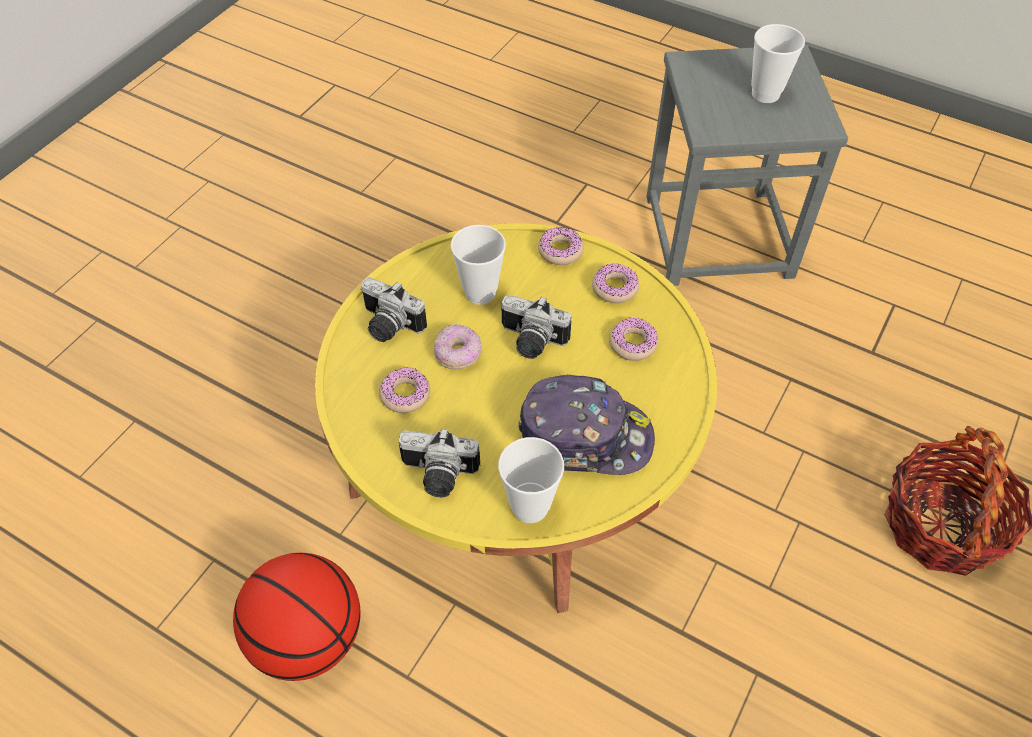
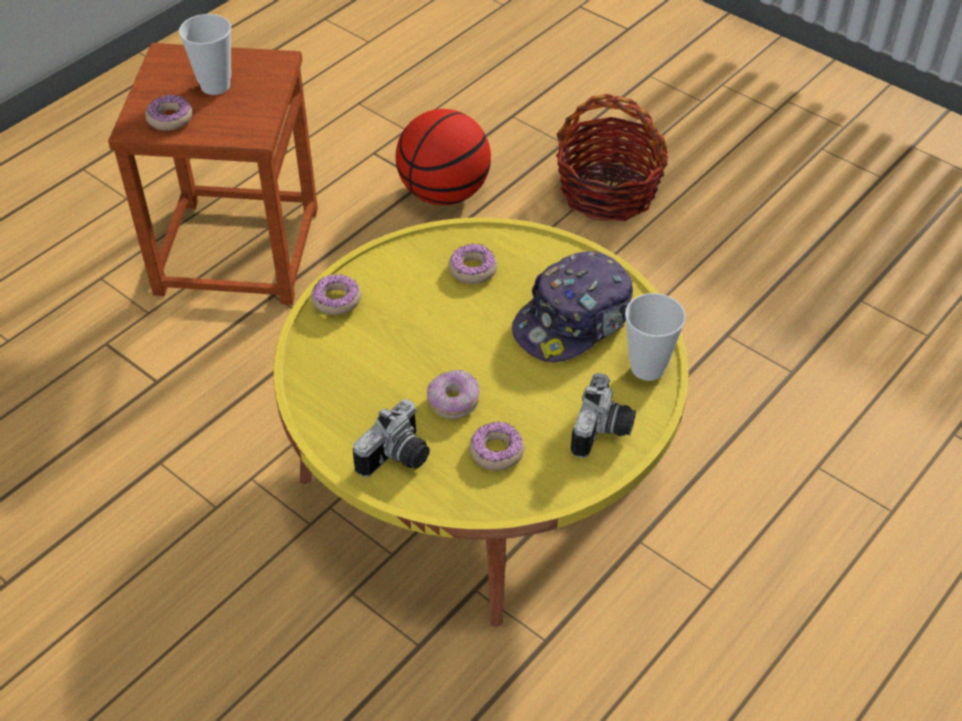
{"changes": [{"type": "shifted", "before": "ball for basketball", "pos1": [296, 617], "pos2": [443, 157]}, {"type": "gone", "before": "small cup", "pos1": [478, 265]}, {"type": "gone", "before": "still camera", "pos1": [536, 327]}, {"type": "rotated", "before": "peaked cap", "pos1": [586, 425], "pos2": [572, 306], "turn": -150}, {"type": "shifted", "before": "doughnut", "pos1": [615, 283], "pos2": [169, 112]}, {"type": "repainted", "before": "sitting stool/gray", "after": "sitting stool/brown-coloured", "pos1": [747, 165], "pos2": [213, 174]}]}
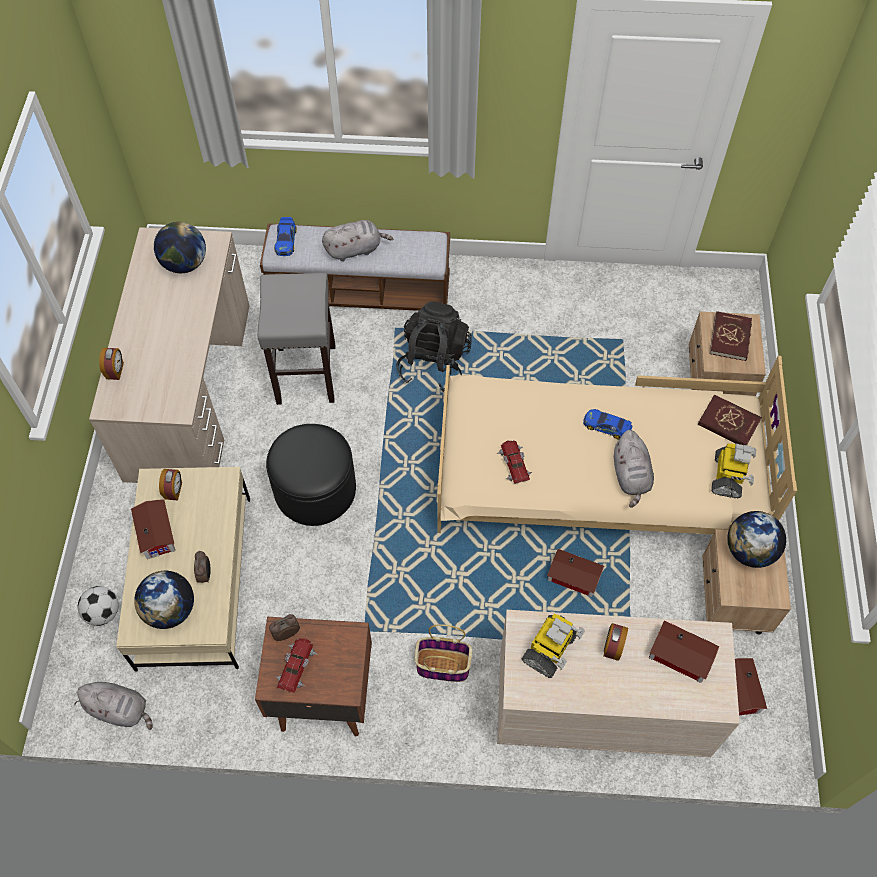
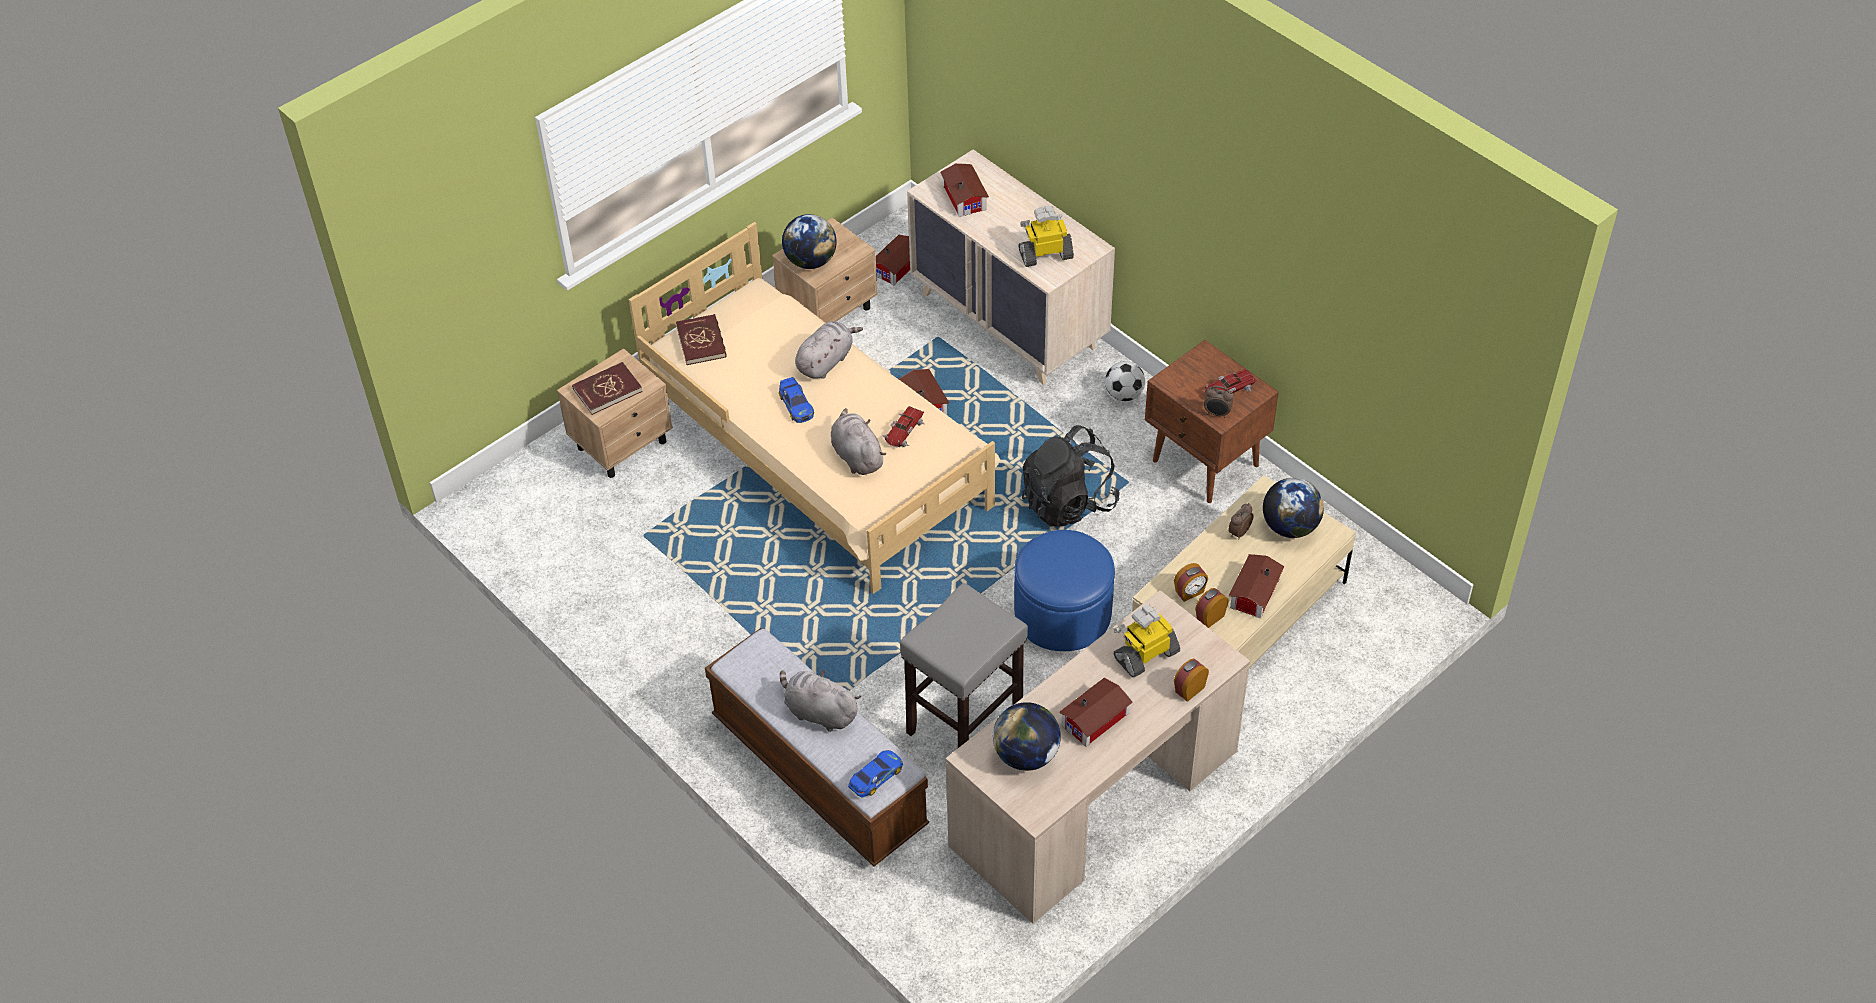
{"changes": [{"type": "shifted", "before": "plush toy/gray", "pos1": [113, 706], "pos2": [858, 441]}, {"type": "shifted", "before": "football", "pos1": [98, 606], "pos2": [1125, 381]}, {"type": "repainted", "before": "ottoman/black", "after": "ottoman/blue-coloured", "pos1": [311, 475], "pos2": [1064, 590]}, {"type": "shifted", "before": "backpack/black", "pos1": [434, 346], "pos2": [1071, 475]}, {"type": "gone", "before": "basket", "pos1": [443, 653]}, {"type": "shifted", "before": "alarm clock", "pos1": [616, 642], "pos2": [1191, 582]}, {"type": "shifted", "before": "robot figure", "pos1": [733, 471], "pos2": [1146, 641]}, {"type": "new", "after": "model house", "pos2": [1096, 712]}]}
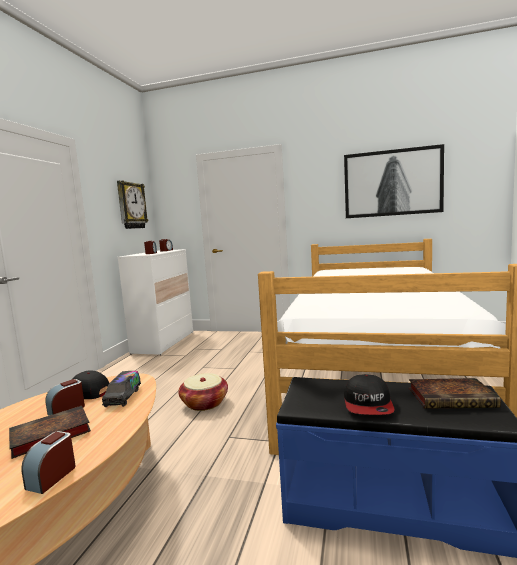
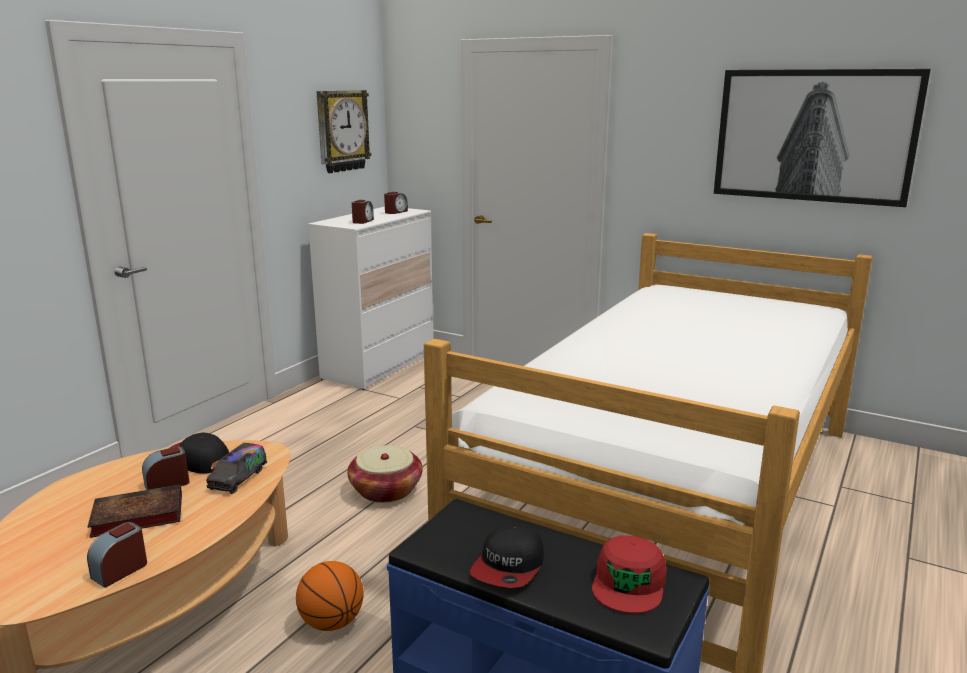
{"changes": [{"type": "swapped", "before": "book", "after": "peaked cap/red-coloured", "pos1": [455, 393], "pos2": [629, 574]}, {"type": "new", "after": "ball for basketball", "pos2": [330, 596]}]}
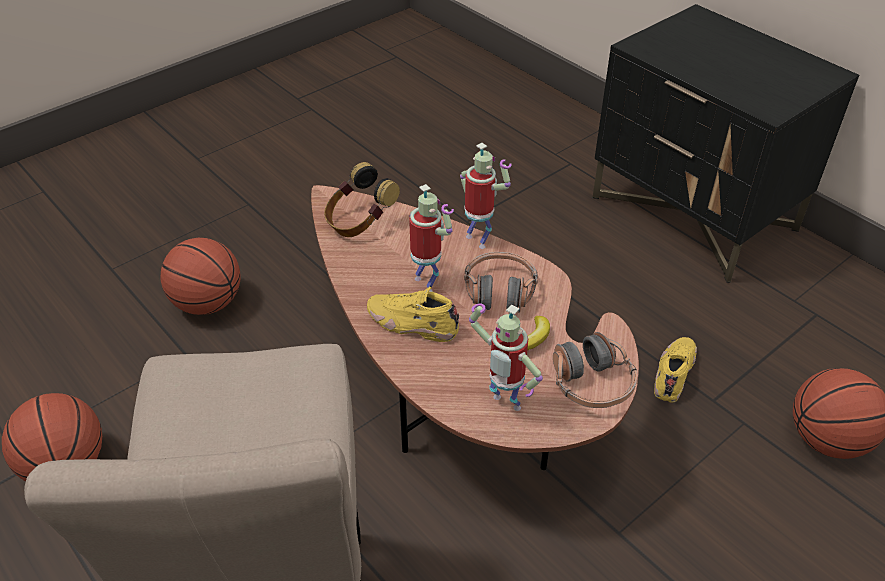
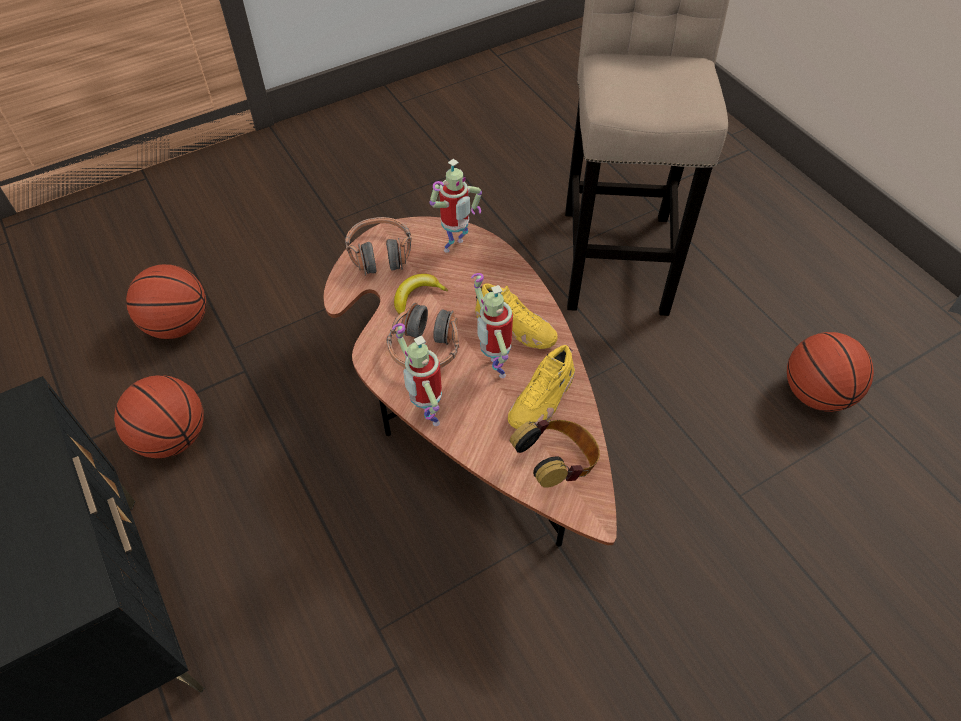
{"changes": [{"type": "shifted", "before": "ball for basketball", "pos1": [201, 276], "pos2": [159, 416]}, {"type": "rotated", "before": "robot figure", "pos1": [506, 357], "pos2": [455, 206], "turn": 90}, {"type": "shifted", "before": "low shoe/yellow", "pos1": [675, 370], "pos2": [541, 387]}]}
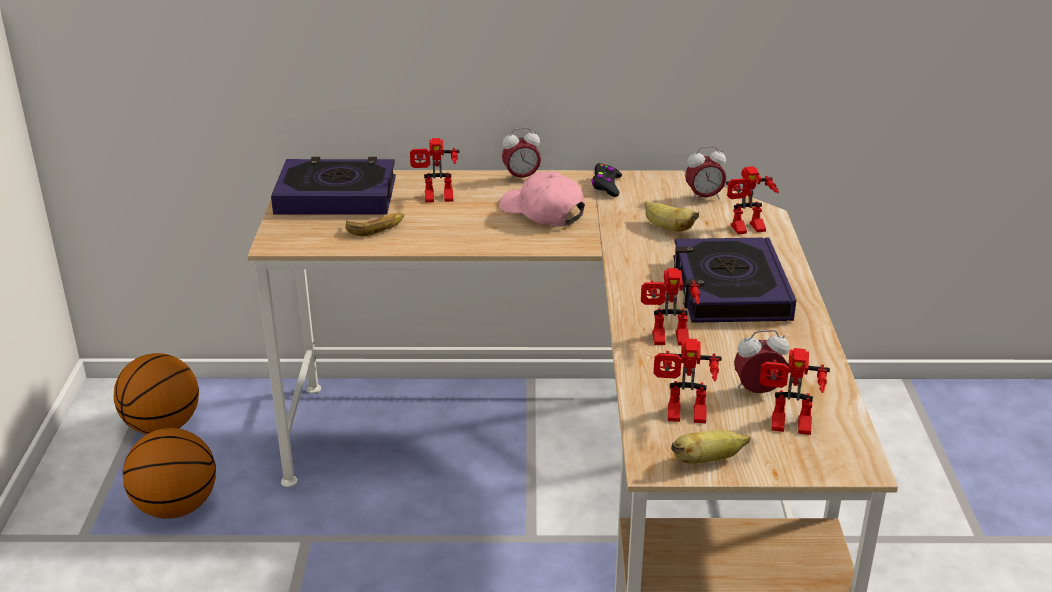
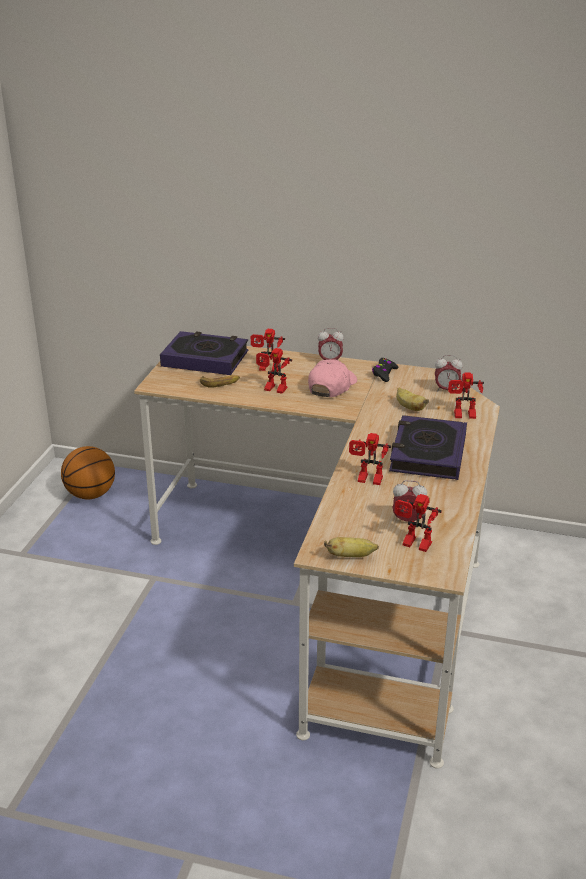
{"changes": [{"type": "gone", "before": "ball for basketball", "pos1": [169, 473]}, {"type": "rotated", "before": "peaked cap/pink", "pos1": [542, 199], "pos2": [332, 378], "turn": 60}, {"type": "shifted", "before": "robot figure", "pos1": [687, 381], "pos2": [274, 371]}]}
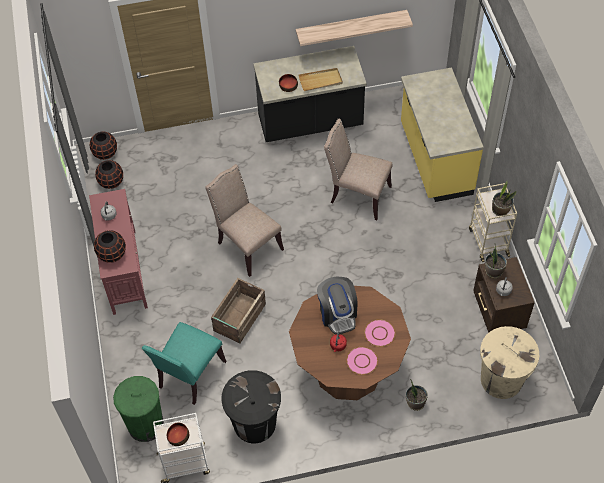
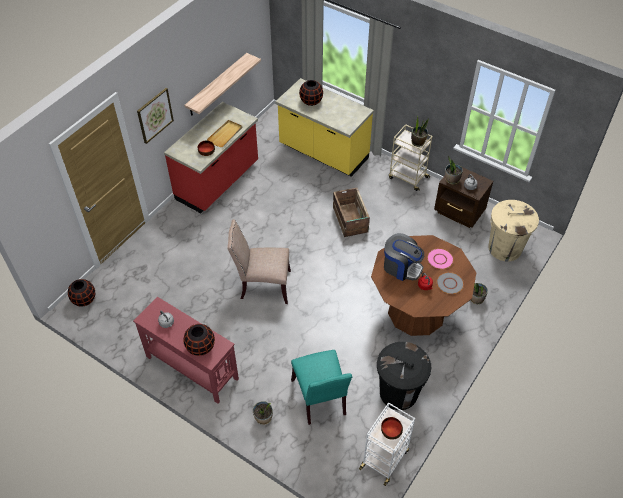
{"changes": [{"type": "shifted", "before": "flower vase/black", "pos1": [109, 174], "pos2": [311, 93]}, {"type": "gone", "before": "trash can/green", "pos1": [138, 409]}, {"type": "shifted", "before": "crate", "pos1": [238, 310], "pos2": [351, 212]}, {"type": "repainted", "before": "kitchen counter/black", "after": "kitchen counter/red-coloured", "pos1": [310, 94], "pos2": [211, 157]}, {"type": "gone", "before": "chair/beige-coloured", "pos1": [358, 169]}, {"type": "repainted", "before": "flat dish/pink", "after": "flat dish/gray", "pos1": [362, 361], "pos2": [450, 283]}, {"type": "new", "after": "picture", "pos2": [155, 116]}, {"type": "new", "after": "houseplant", "pos2": [263, 413]}]}
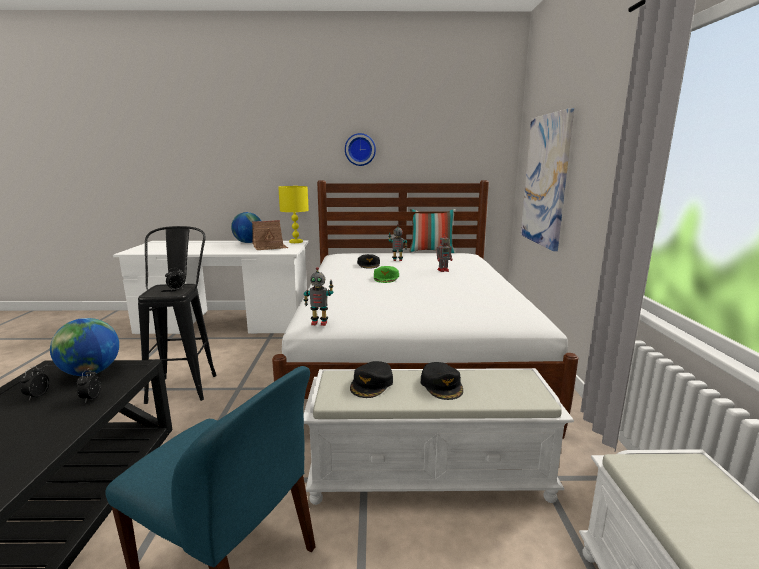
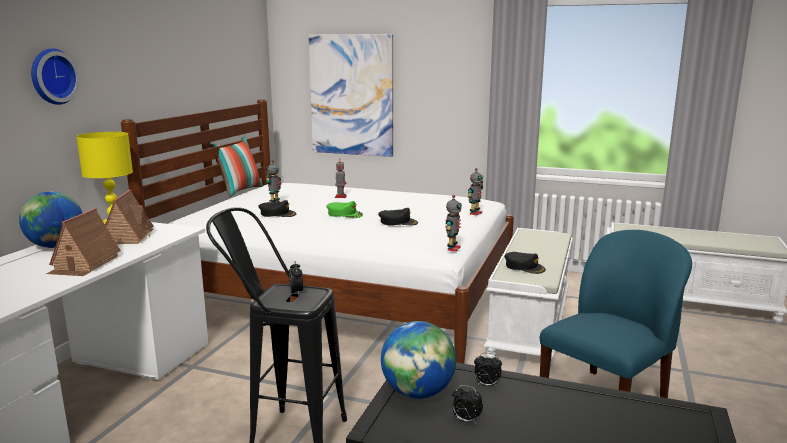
{"changes": [{"type": "shifted", "before": "clock on the wall", "pos1": [360, 149], "pos2": [55, 76]}, {"type": "shifted", "before": "peaked cap/black", "pos1": [442, 381], "pos2": [398, 217]}, {"type": "new", "after": "model house", "pos2": [84, 242]}, {"type": "new", "after": "robot figure", "pos2": [475, 191]}]}
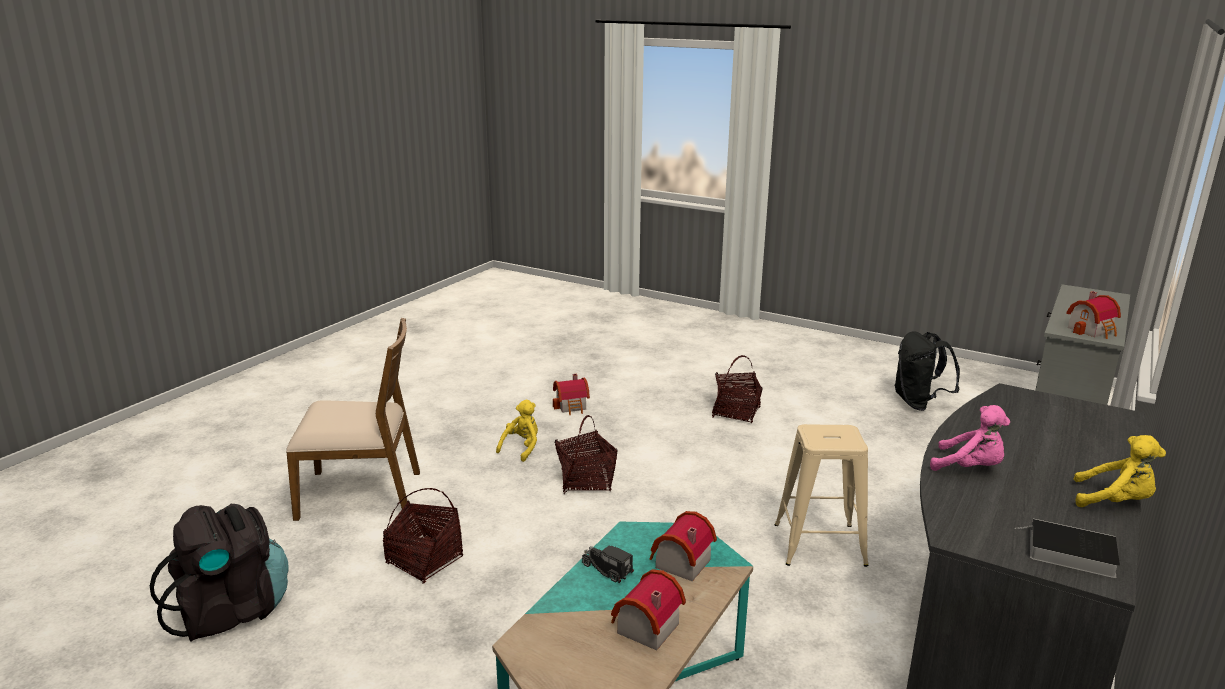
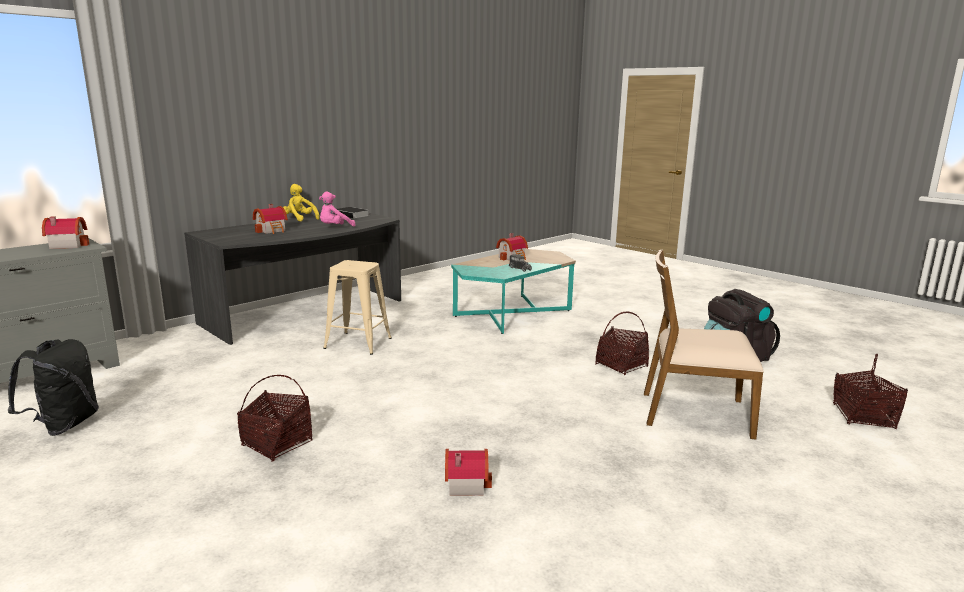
{"changes": [{"type": "gone", "before": "plush toy/yellow", "pos1": [517, 431]}, {"type": "shifted", "before": "basket", "pos1": [586, 454], "pos2": [870, 391]}, {"type": "shifted", "before": "model house", "pos1": [683, 546], "pos2": [270, 219]}, {"type": "rotated", "before": "plush toy/pink", "pos1": [970, 438], "pos2": [337, 209], "turn": -90}]}
